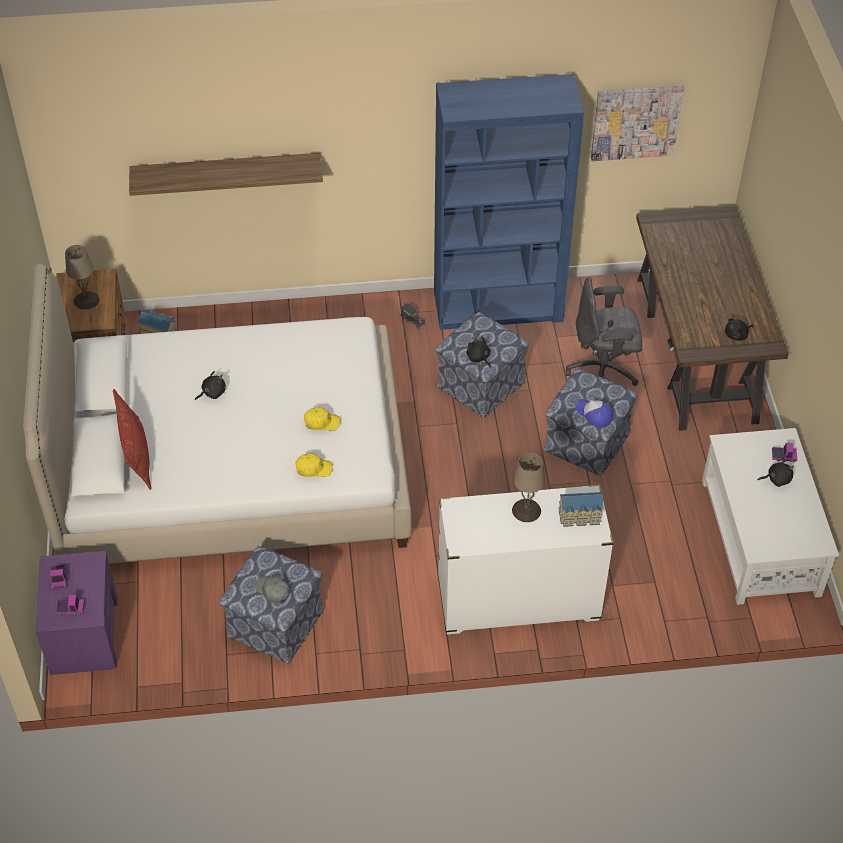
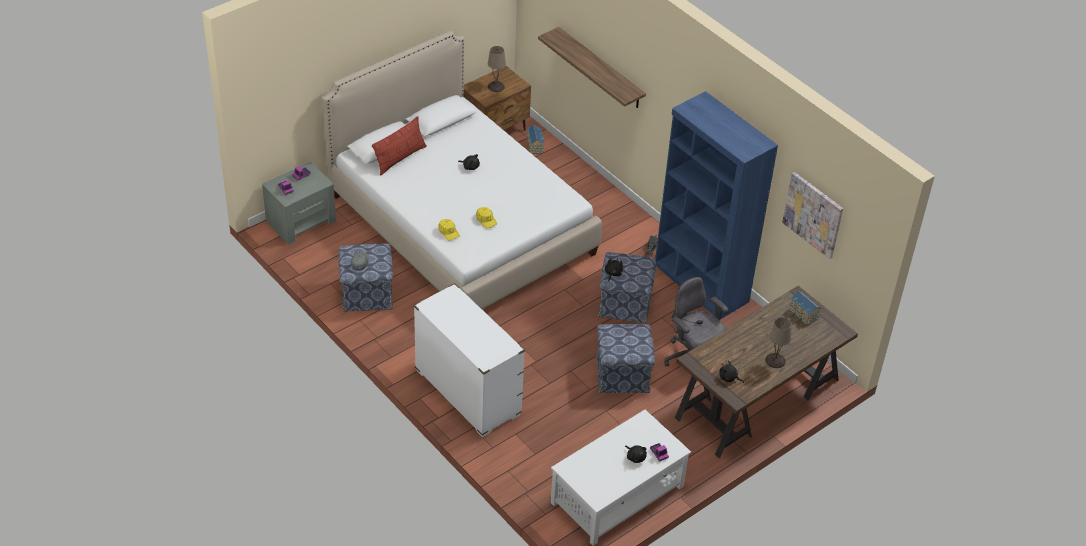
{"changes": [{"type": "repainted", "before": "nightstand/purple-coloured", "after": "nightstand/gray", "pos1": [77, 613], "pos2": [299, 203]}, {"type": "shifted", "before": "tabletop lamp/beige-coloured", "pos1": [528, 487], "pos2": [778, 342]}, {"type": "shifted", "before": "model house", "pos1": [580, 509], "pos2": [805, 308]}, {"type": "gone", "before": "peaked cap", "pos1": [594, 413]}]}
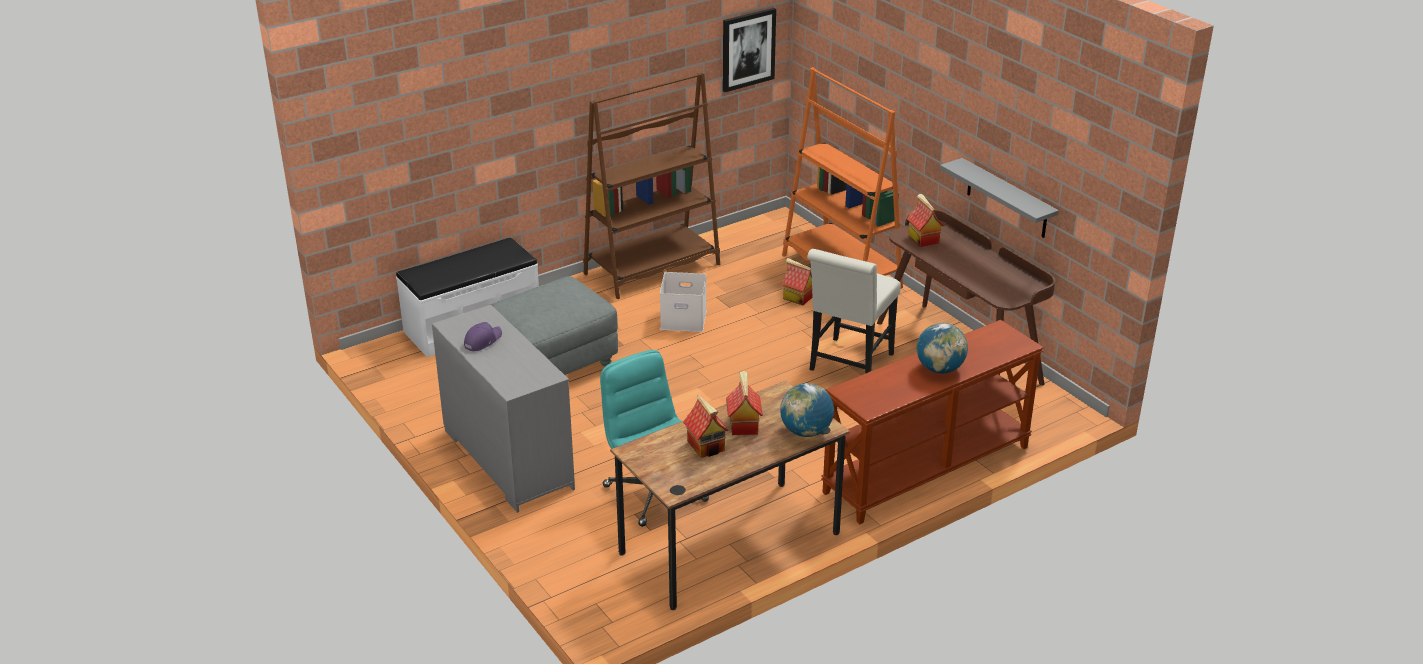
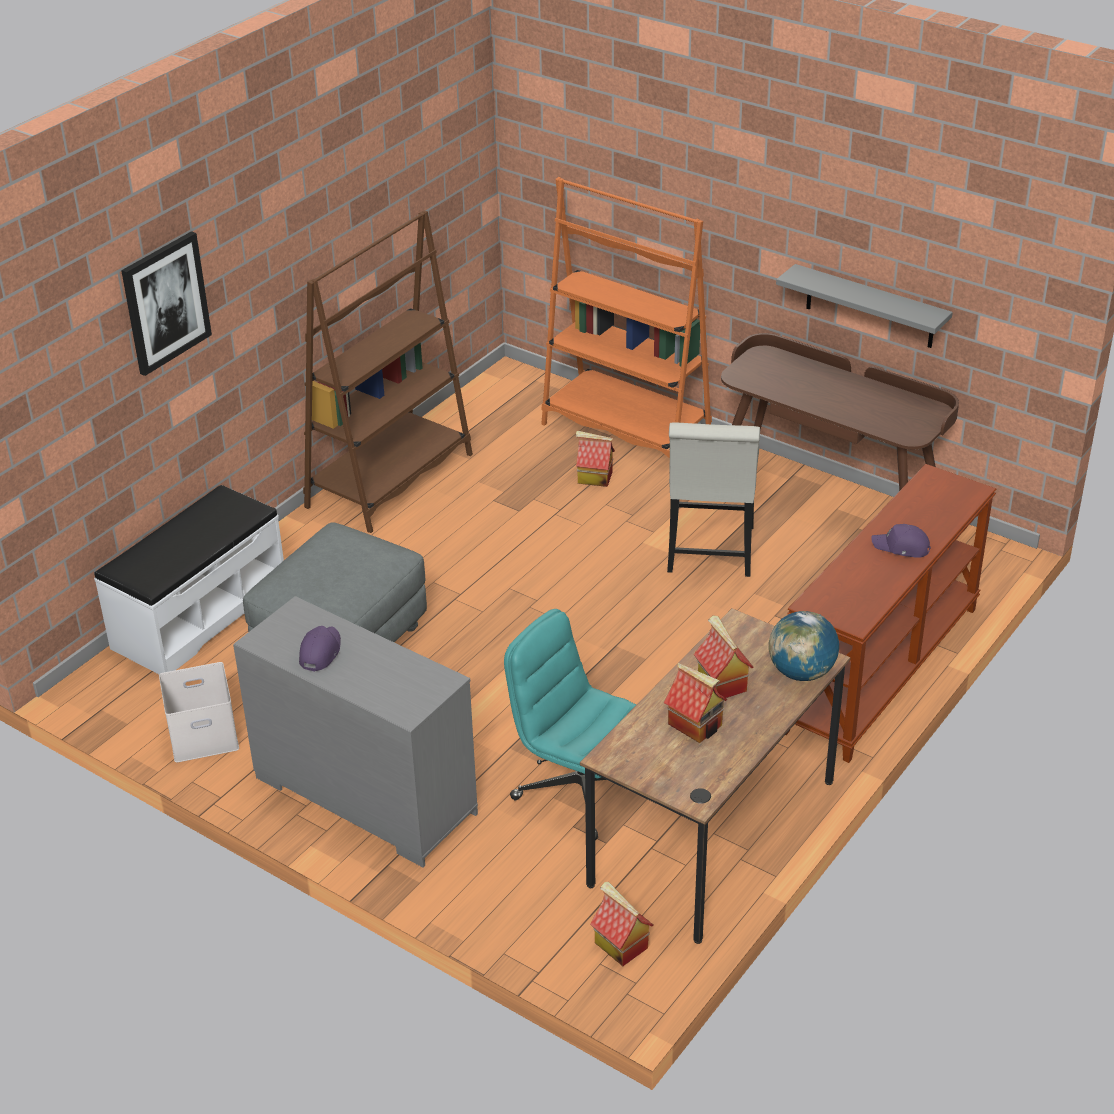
{"changes": [{"type": "shifted", "before": "storage bin/white-coloured", "pos1": [683, 302], "pos2": [199, 712]}, {"type": "shifted", "before": "picture", "pos1": [749, 50], "pos2": [166, 303]}, {"type": "shifted", "before": "model house", "pos1": [925, 220], "pos2": [621, 924]}, {"type": "swapped", "before": "globe", "after": "peaked cap/purple-coloured", "pos1": [942, 348], "pos2": [901, 541]}]}
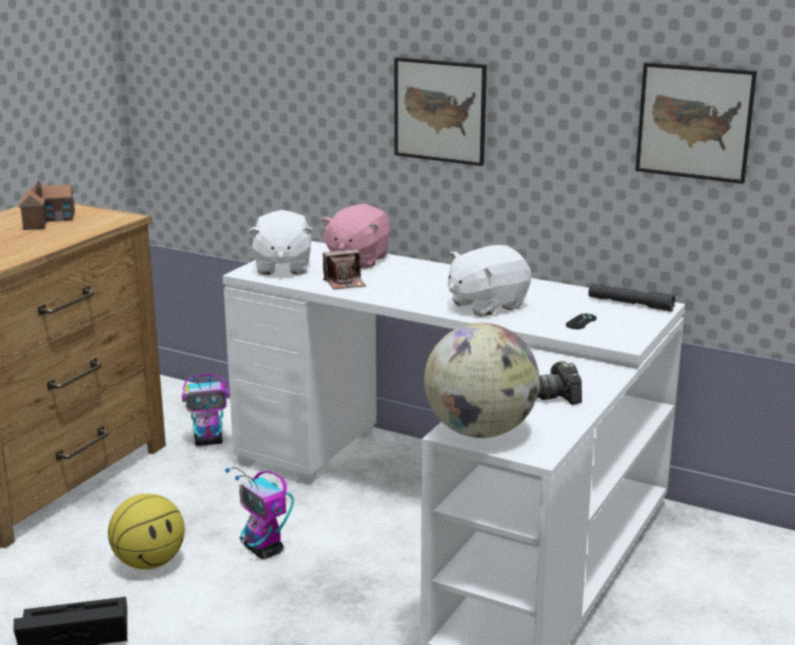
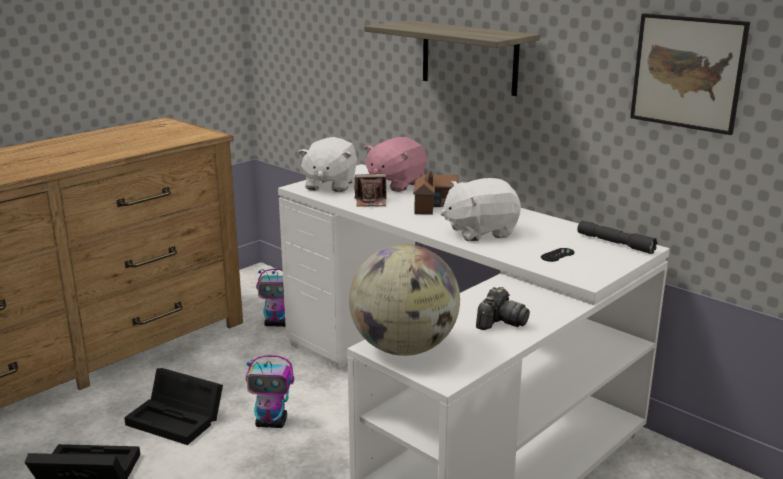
{"changes": [{"type": "shifted", "before": "model house", "pos1": [47, 205], "pos2": [435, 193]}, {"type": "swapped", "before": "ball for basketball", "after": "storage bin/black", "pos1": [146, 531], "pos2": [173, 406]}, {"type": "rotated", "before": "robot figure", "pos1": [259, 513], "pos2": [270, 391], "turn": -60}, {"type": "swapped", "before": "picture", "after": "wall shelf", "pos1": [440, 111], "pos2": [452, 58]}, {"type": "rotated", "before": "still camera", "pos1": [559, 383], "pos2": [503, 308], "turn": -150}]}
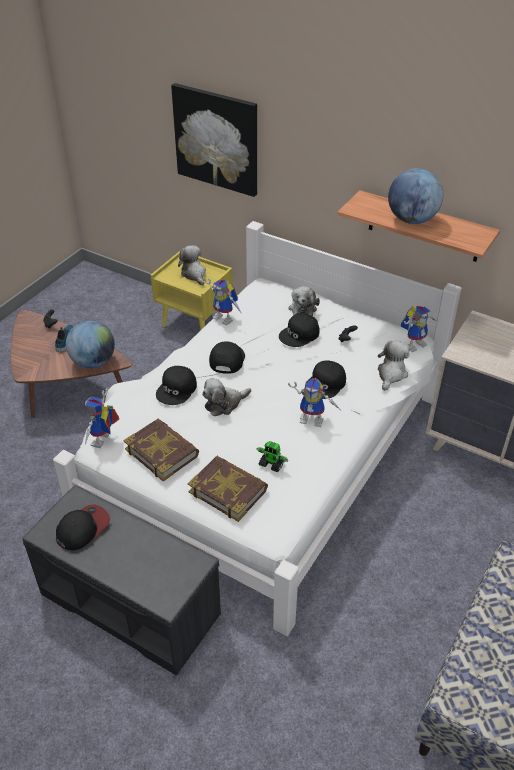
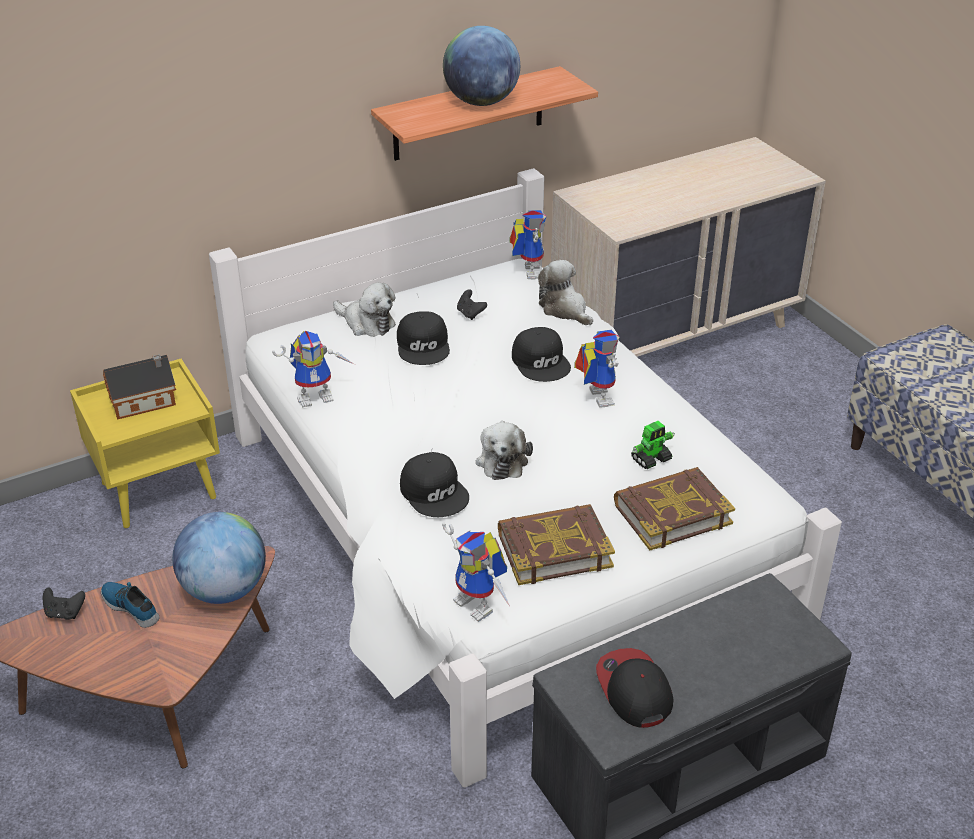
{"changes": [{"type": "gone", "before": "picture", "pos1": [214, 140]}, {"type": "swapped", "before": "plush toy", "after": "model house", "pos1": [192, 265], "pos2": [139, 387]}, {"type": "gone", "before": "peaked cap/black", "pos1": [227, 358]}, {"type": "rotated", "before": "robot figure", "pos1": [314, 402], "pos2": [596, 369], "turn": -60}]}
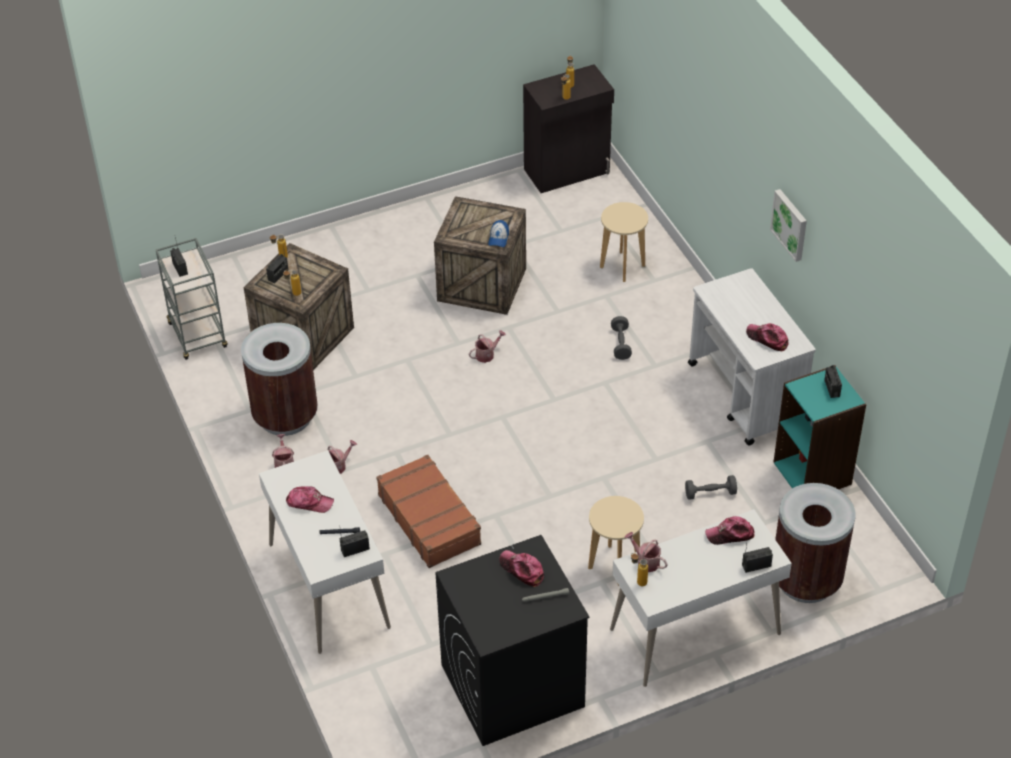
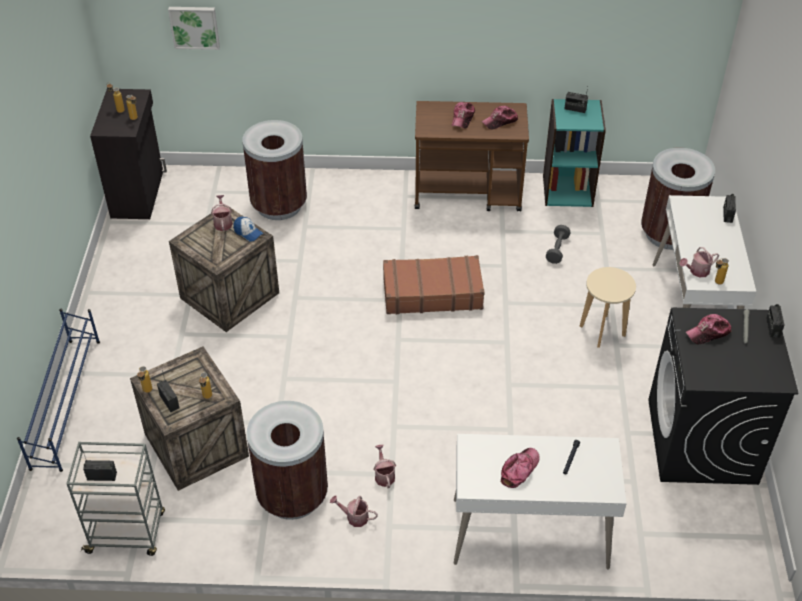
{"changes": [{"type": "shifted", "before": "radio", "pos1": [354, 543], "pos2": [775, 321]}, {"type": "shifted", "before": "travel case/brown-coloured", "pos1": [428, 511], "pos2": [434, 284]}, {"type": "shifted", "before": "sprinkling can", "pos1": [487, 346], "pos2": [222, 213]}, {"type": "swapped", "before": "sitting stool/beige-coloured", "after": "trash can/brown-coloured", "pos1": [624, 242], "pos2": [274, 170]}, {"type": "gone", "before": "dumbbell/gray", "pos1": [621, 338]}, {"type": "repainted", "before": "wheeled cart/white-coloured", "after": "wheeled cart/brown-coloured", "pos1": [752, 356], "pos2": [472, 156]}, {"type": "shifted", "before": "peaked cap", "pos1": [730, 530], "pos2": [463, 115]}, {"type": "shifted", "before": "picture", "pos1": [788, 225], "pos2": [194, 28]}, {"type": "new", "after": "shoe stand/blue-coloured", "pos2": [58, 390]}]}
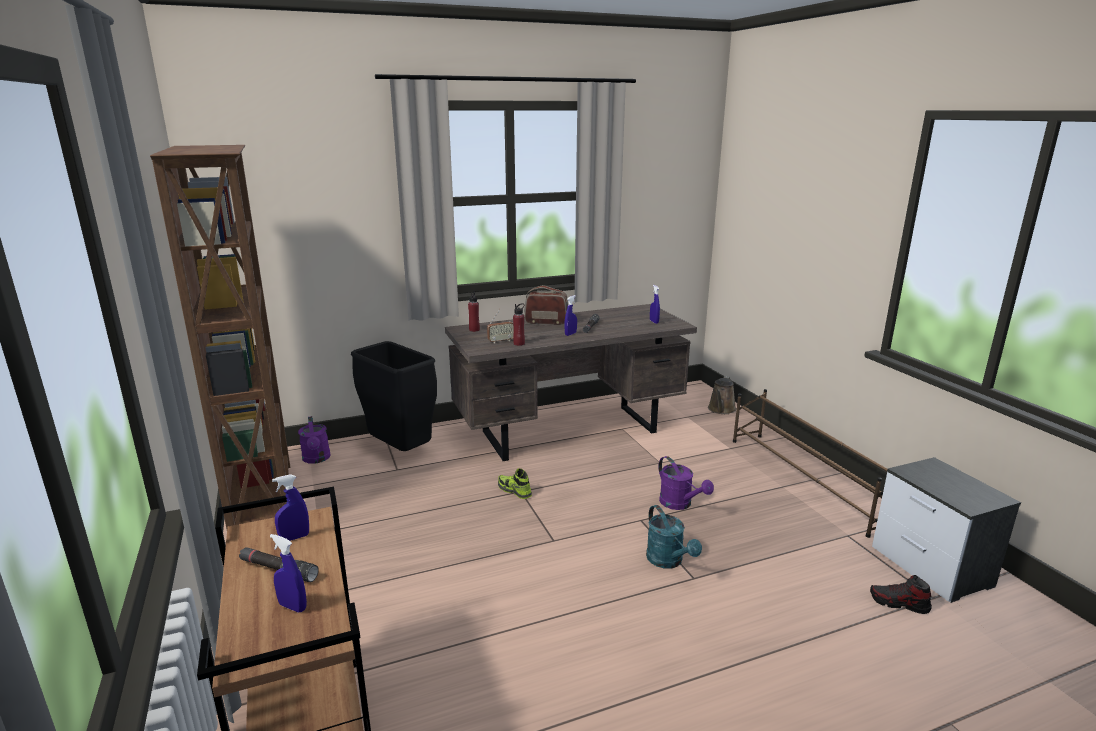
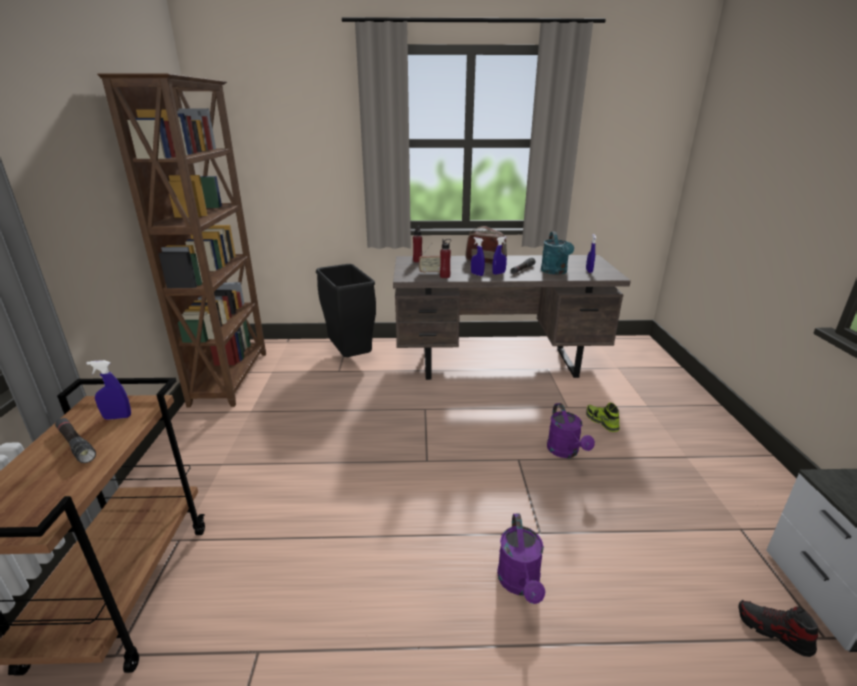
{"changes": [{"type": "shifted", "before": "hand sprayer/blue-coloured", "pos1": [288, 573], "pos2": [478, 256]}, {"type": "shifted", "before": "sprinkling can/purple-coloured", "pos1": [314, 440], "pos2": [521, 559]}, {"type": "shifted", "before": "low shoe", "pos1": [515, 484], "pos2": [603, 417]}, {"type": "shifted", "before": "sprinkling can/blue-green", "pos1": [674, 536], "pos2": [557, 253]}, {"type": "gone", "before": "sprinkling can/brown-coloured", "pos1": [722, 395]}, {"type": "gone", "before": "shoe stand/brown-coloured", "pos1": [810, 463]}]}
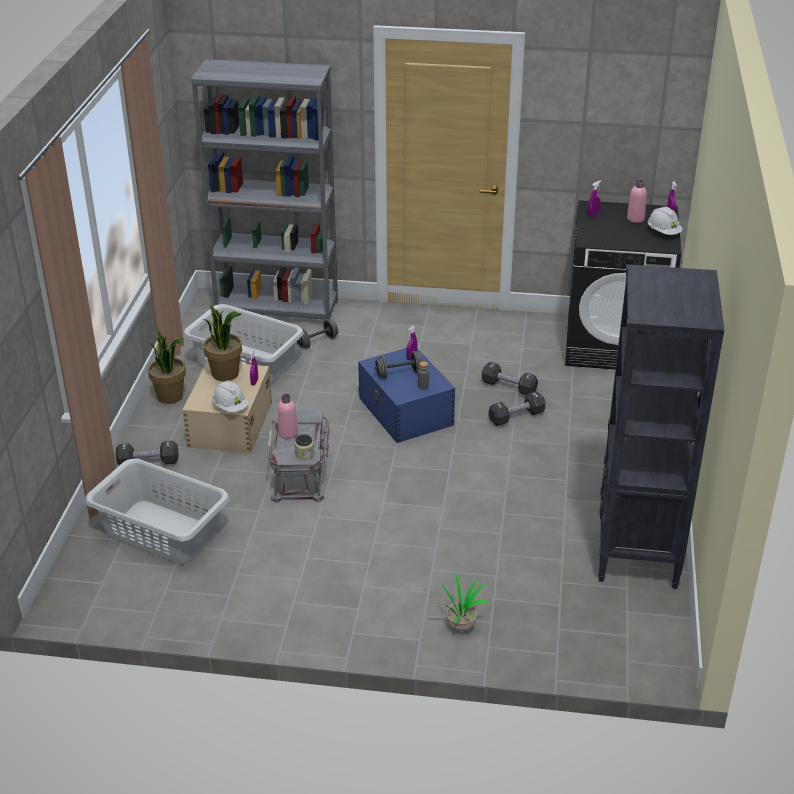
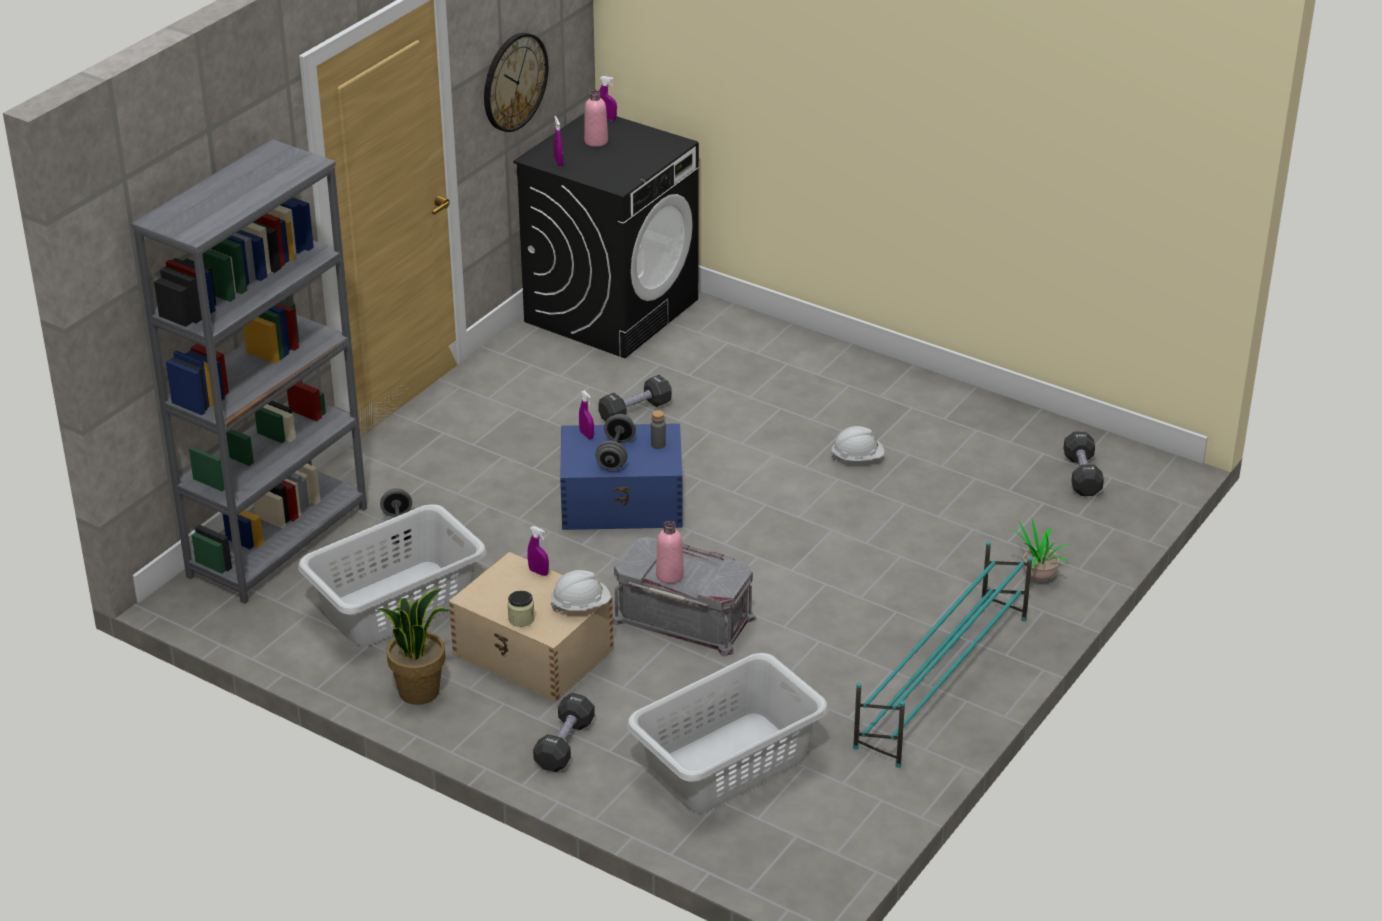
{"changes": [{"type": "gone", "before": "houseplant", "pos1": [222, 342]}, {"type": "shifted", "before": "jar", "pos1": [304, 447], "pos2": [521, 609]}, {"type": "shifted", "before": "dumbbell/black", "pos1": [517, 408], "pos2": [1083, 464]}, {"type": "gone", "before": "bookshelf/black", "pos1": [661, 426]}, {"type": "shifted", "before": "hard hat/white-coloured", "pos1": [665, 221], "pos2": [857, 443]}, {"type": "new", "after": "clock on the wall", "pos2": [516, 82]}, {"type": "new", "after": "shoe stand/blue-green", "pos2": [943, 654]}]}
